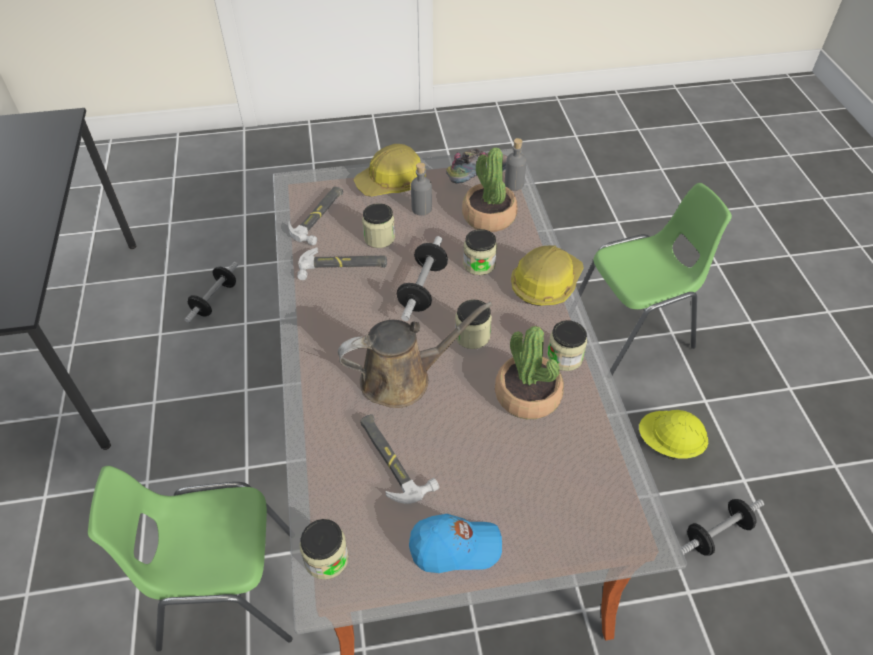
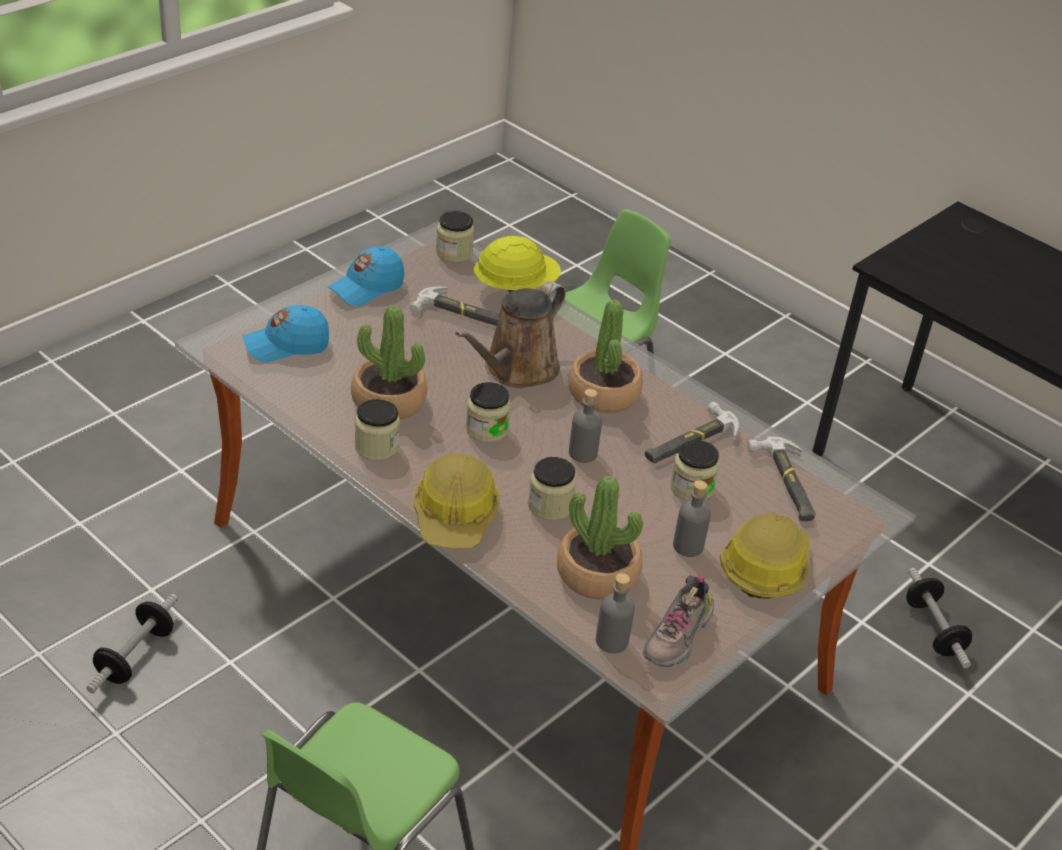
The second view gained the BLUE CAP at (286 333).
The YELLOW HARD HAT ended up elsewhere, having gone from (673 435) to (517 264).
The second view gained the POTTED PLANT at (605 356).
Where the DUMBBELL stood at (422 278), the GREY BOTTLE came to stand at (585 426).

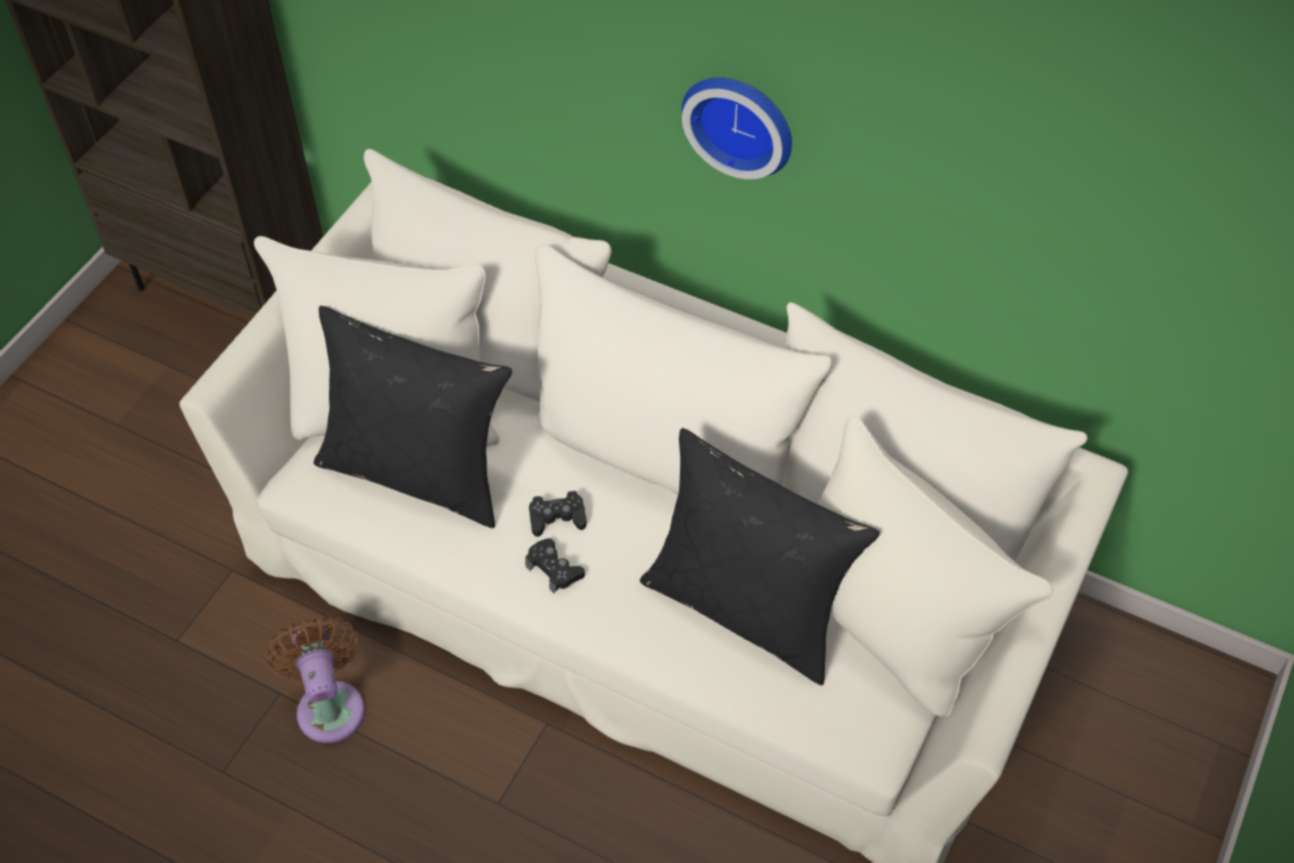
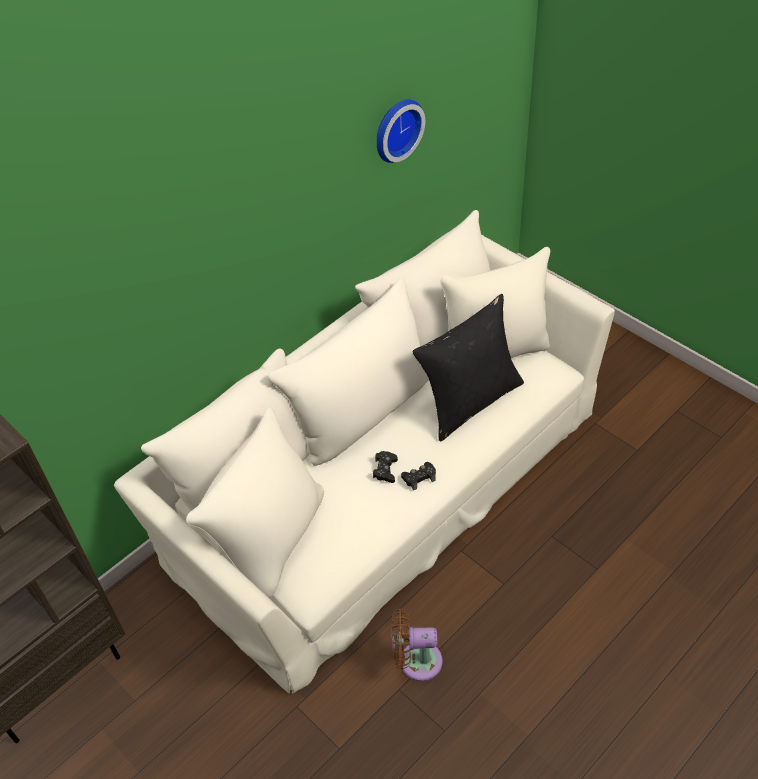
The WALL CLOCK ended up elsewhere, having gone from (737 128) to (401 131).
The second view lost the BLACK PILLOW at (413 417).

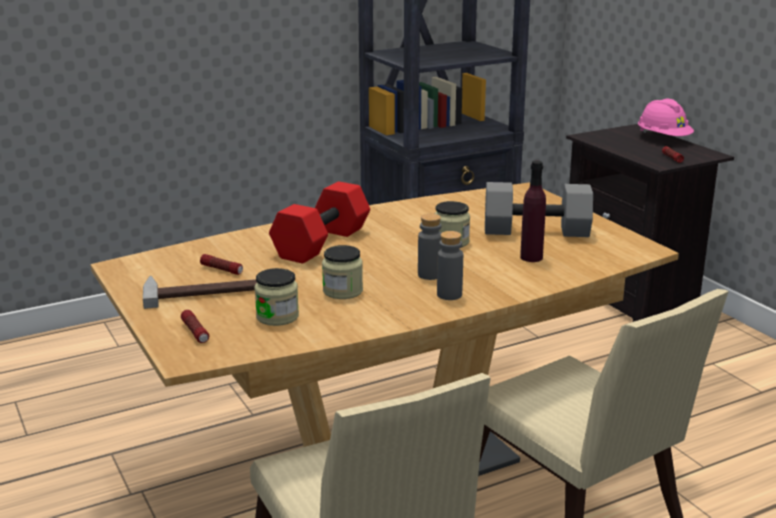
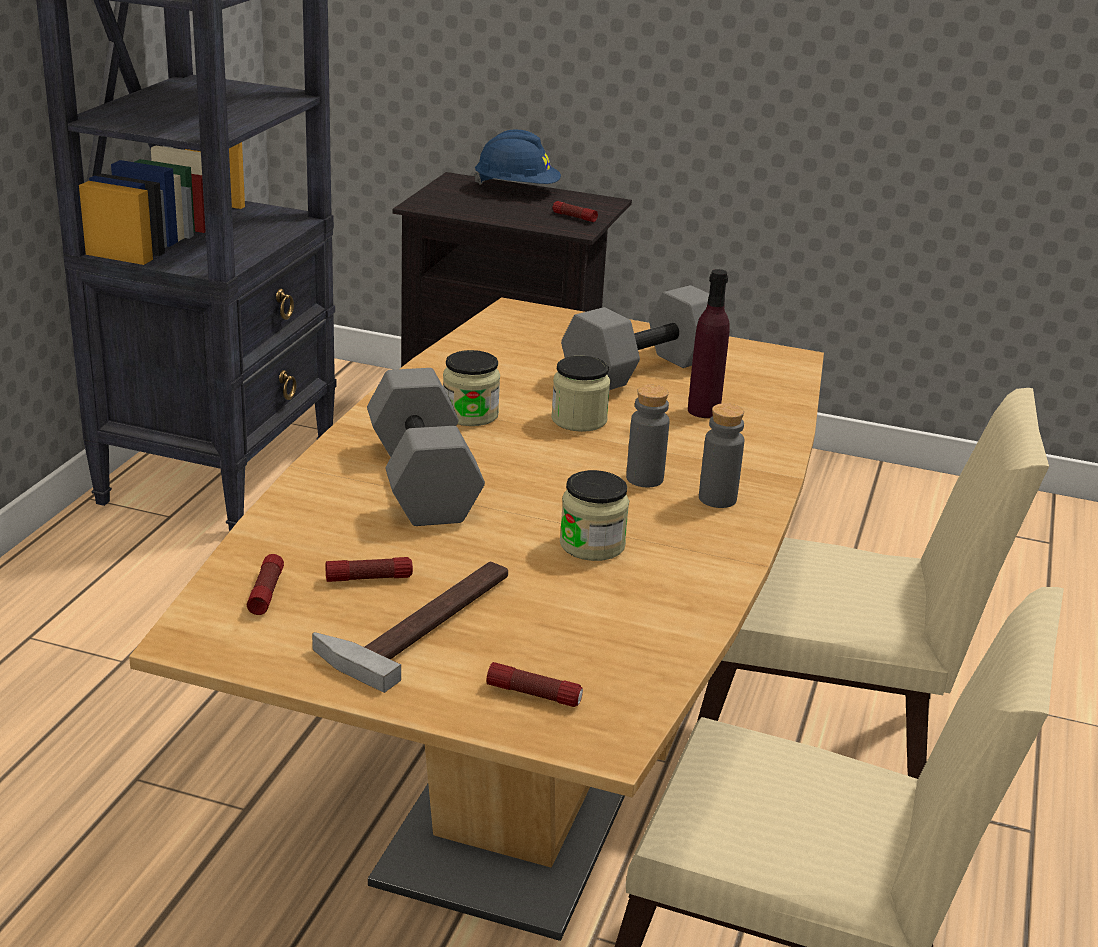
The second view gained the FLASHLIGHT at (265 584).
What was the RED DUMBBELL at (319 222) turned into the GREY DUMBBELL at (426 447).
The JAR ended up elsewhere, having gone from (276 297) to (471 388).
What was the PINK HARD HAT at (666 117) turned into the BLUE HARD HAT at (517 157).

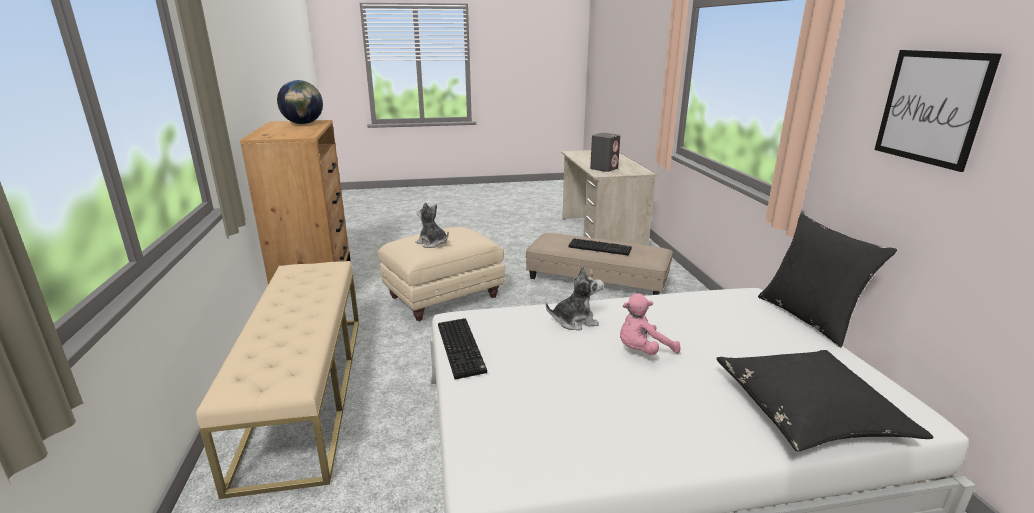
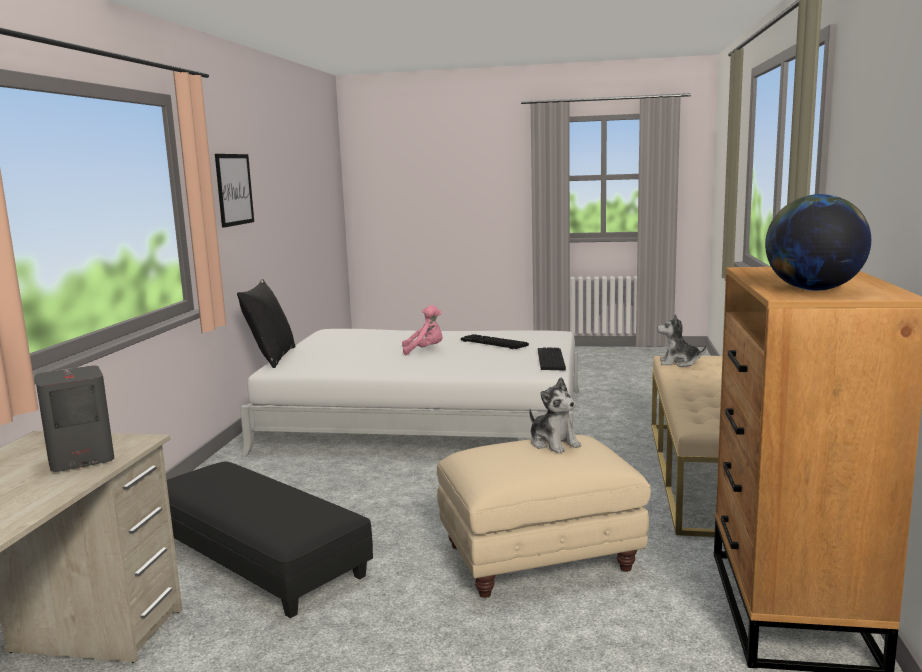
What was the BEIGE OTTOMAN at (599 264) turned into the BLACK OTTOMAN at (270 539).
The KEYBOARD ended up elsewhere, having gone from (600 246) to (495 341).
The PLUSH TOY ended up elsewhere, having gone from (575 298) to (682 340).
The second view lost the BLACK PILLOW at (824 400).

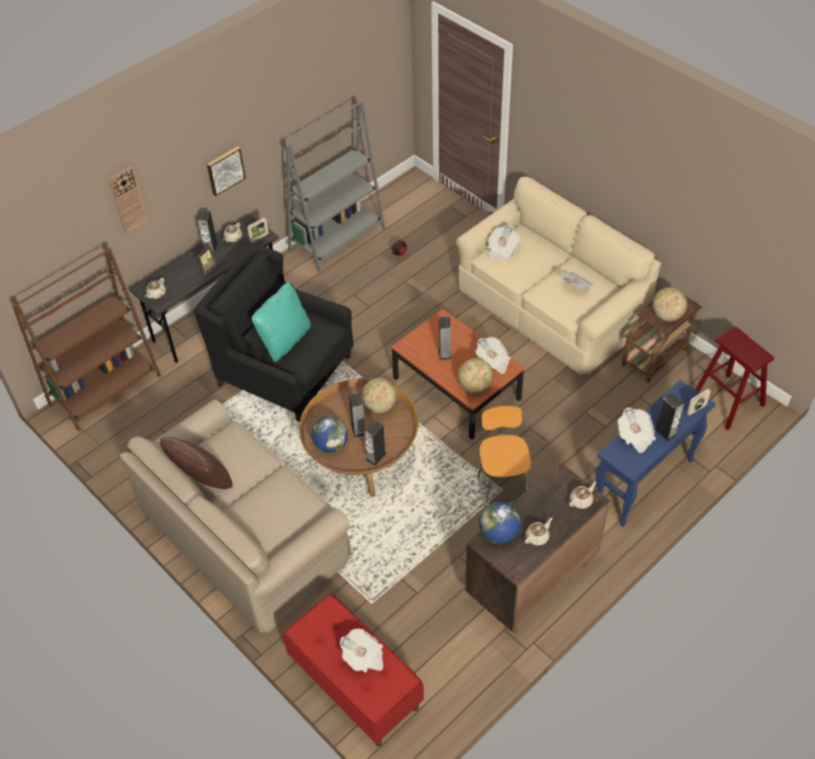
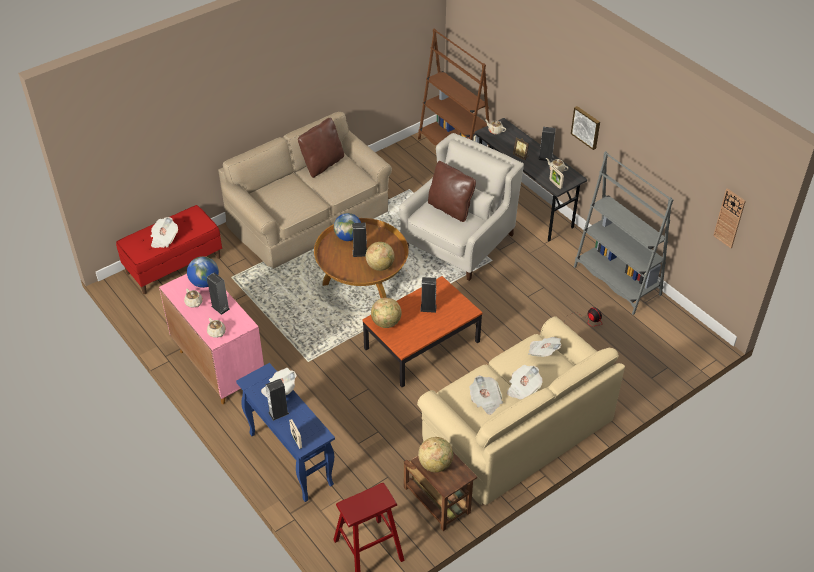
What was the BROWN CABINET at (537 548) turned into the PINK CABINET at (211 339).
The SPEAKER ended up elsewhere, having gone from (375 443) to (218 294).
What was the BLACK ARMCHAIR at (273 333) turned into the WHITE ARMCHAIR at (461 207).
What was the TURQUOISE PILLOW at (281 322) turned into the BROWN PILLOW at (452 191).
The NEWSPAPER ended up elsewhere, having gone from (493 355) to (525 382).
The WALL CLOCK ended up elsewhere, having gone from (128 199) to (729 218).
The second view lost the ORANGE STOOL at (504 457).

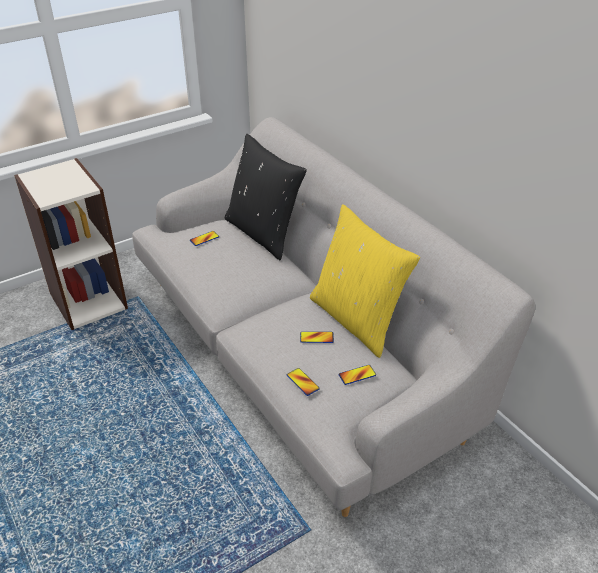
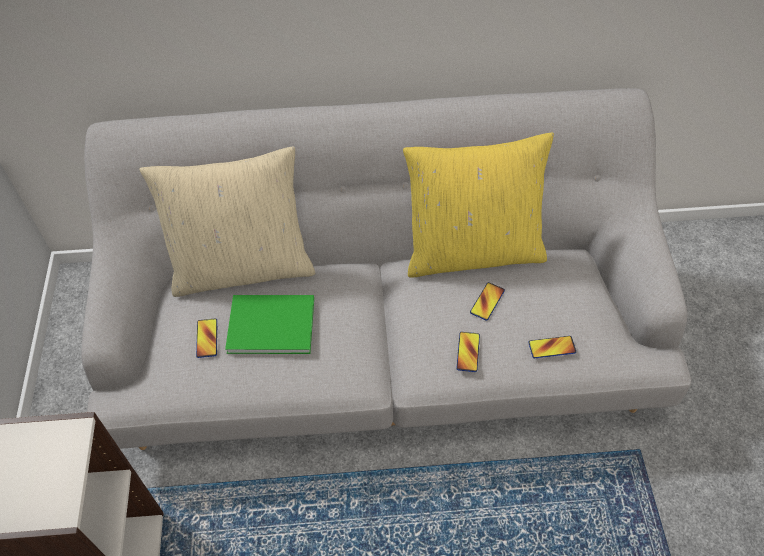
What was the BLACK PILLOW at (266 197) turned into the BEIGE PILLOW at (227 221).
The second view gained the GREEN BOOK at (269 324).
The PHONE ended up elsewhere, having gone from (357 375) to (468 352).

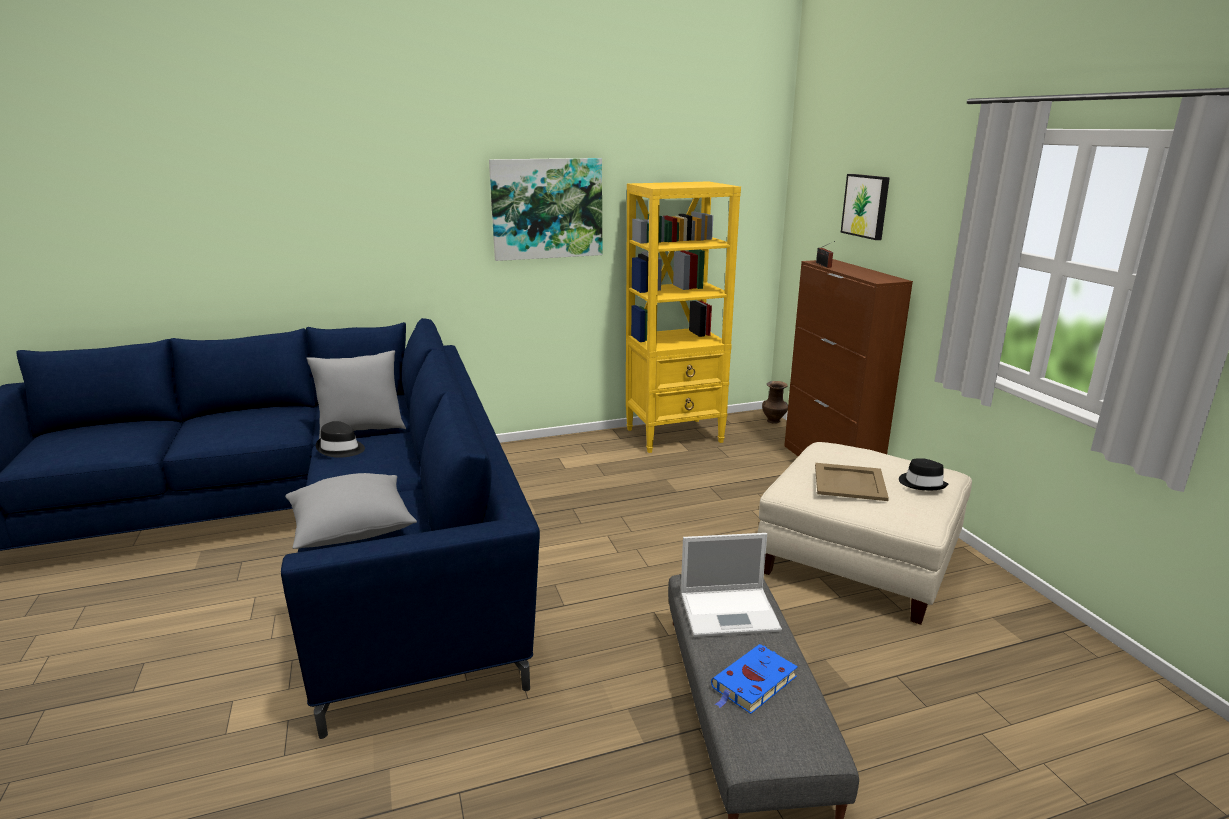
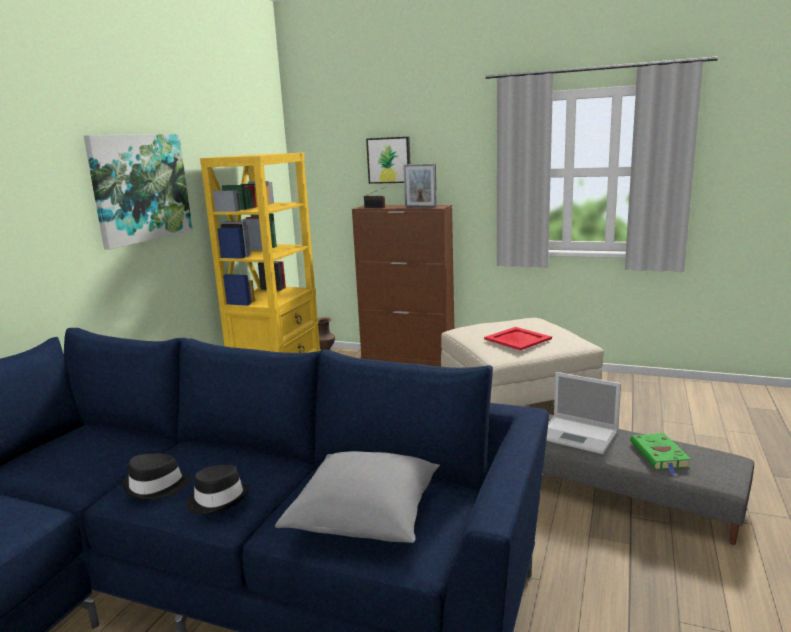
The BLACK HAT ended up elsewhere, having gone from (923 474) to (217 489).
The second view gained the PICTURE FRAME at (420 185).
What was the BEIGE TRAY at (852 482) turned into the RED TRAY at (518 338).
The LAPTOP at (731 585) ended up facing another way, 90 degrees clockwise from before.
What was the BLUE BOOK at (754 679) turned into the GREEN BOOK at (660 454).
The second view lost the GREY PILLOW at (356 394).

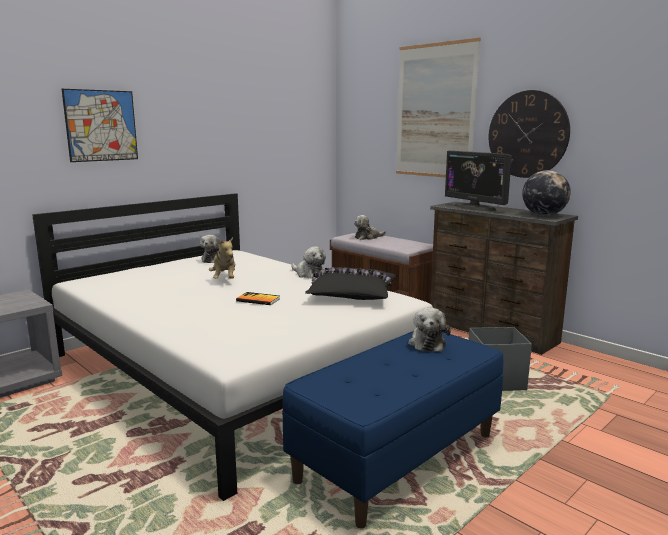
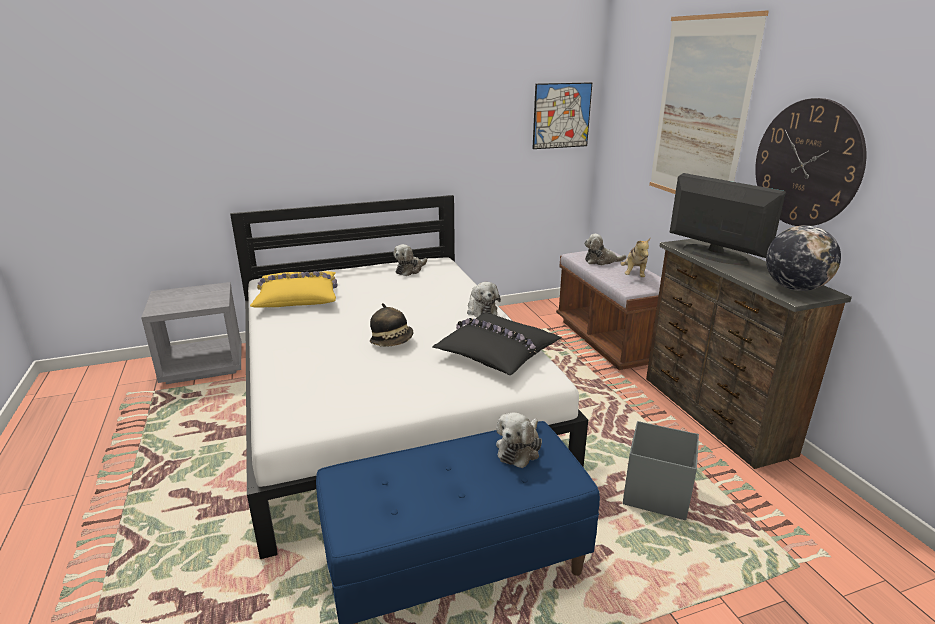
The second view gained the YELLOW PILLOW at (294 289).
Where the BOOK stood at (258 298), the HAT came to stand at (392 325).
The PICTURE ended up elsewhere, having gone from (100 125) to (562 115).
The PLUSH TOY ended up elsewhere, having gone from (222 258) to (635 257).
The MONITOR at (478 181) ended up facing another way, 150 degrees clockwise from before.

